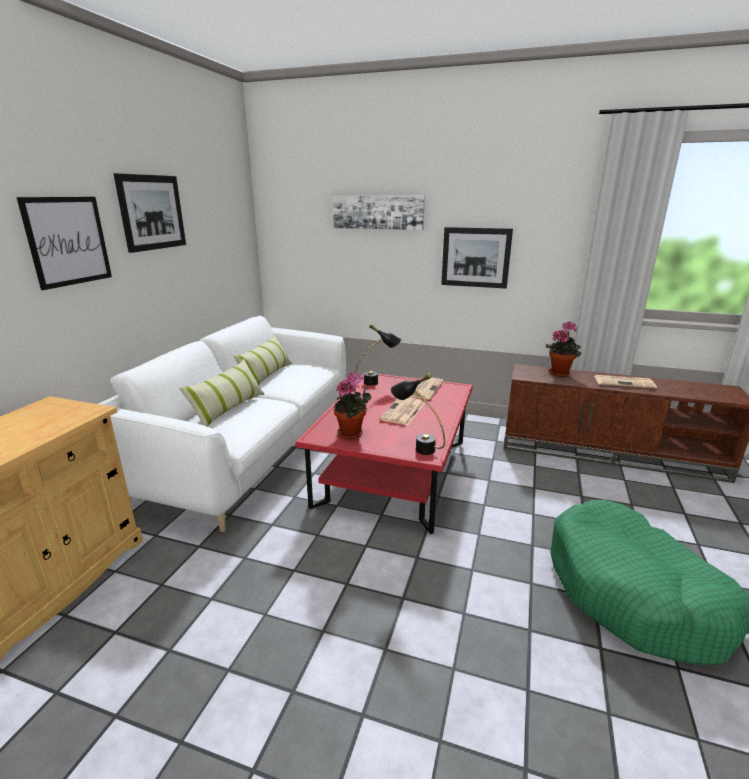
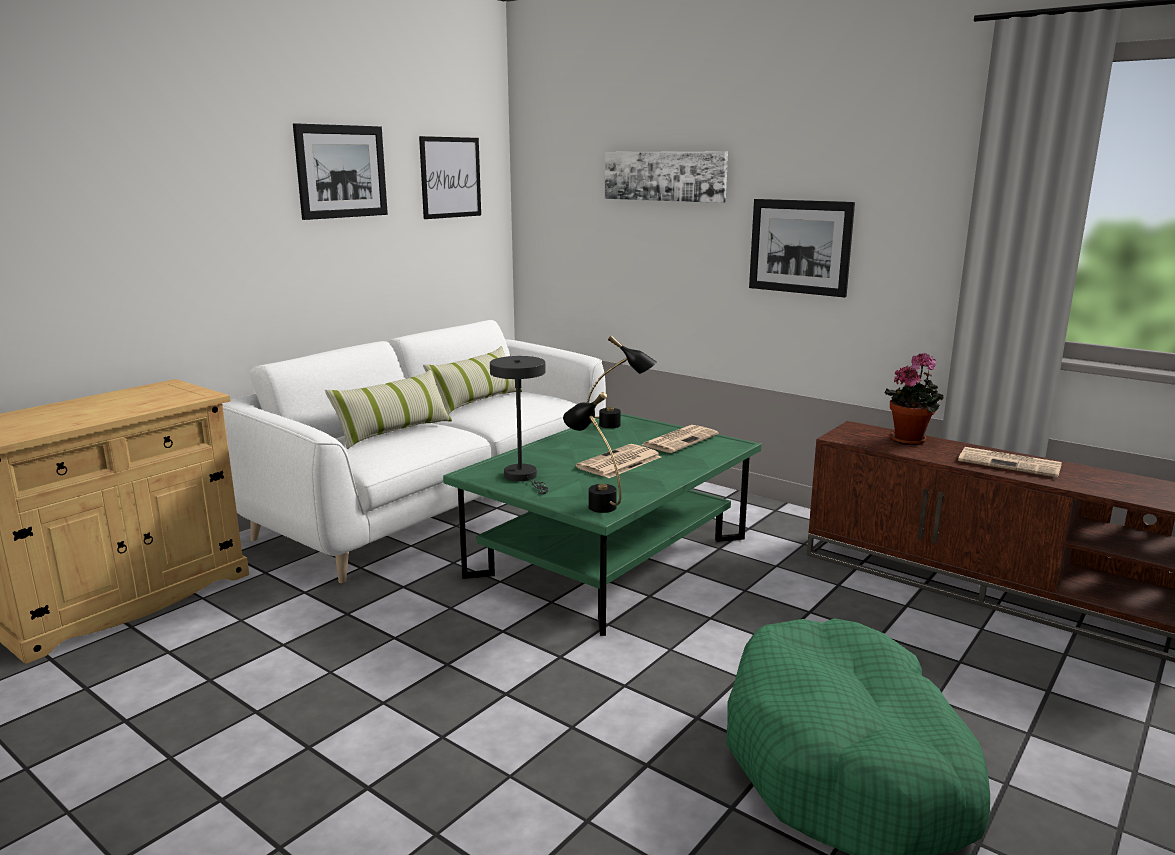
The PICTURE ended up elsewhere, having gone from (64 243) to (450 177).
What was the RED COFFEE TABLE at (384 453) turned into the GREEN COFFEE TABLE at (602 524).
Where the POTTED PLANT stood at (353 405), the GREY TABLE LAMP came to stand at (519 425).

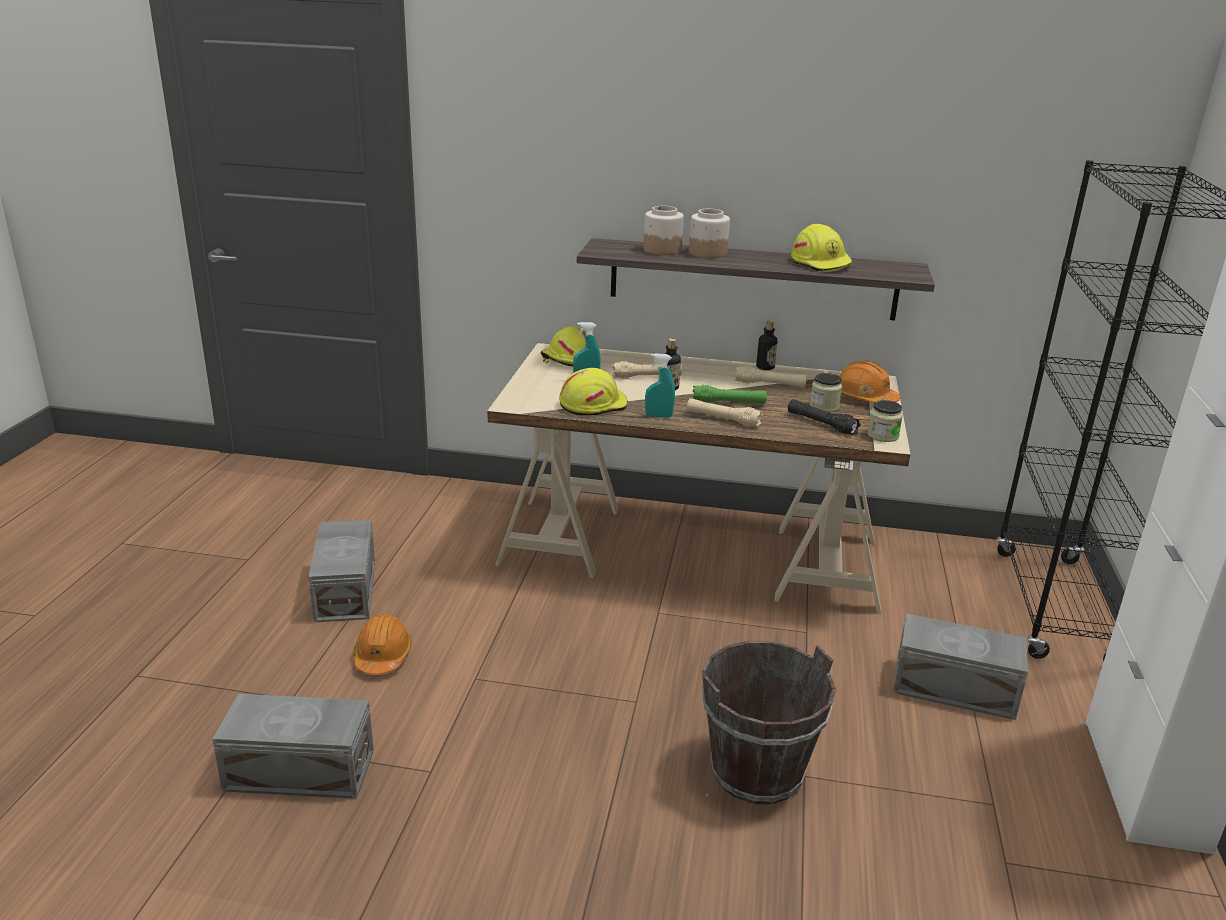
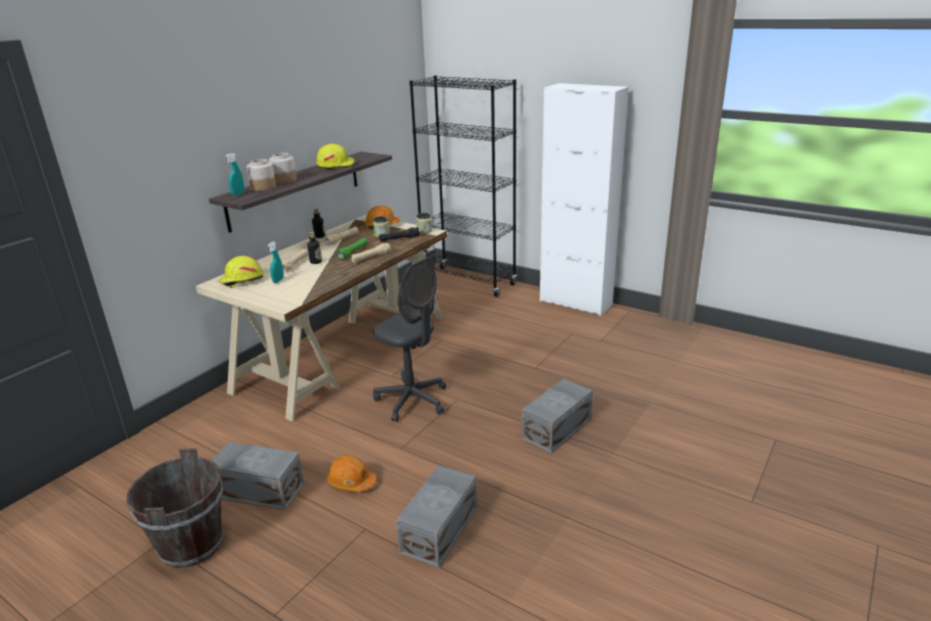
The BROWN BUCKET ended up elsewhere, having gone from (768 722) to (174 508).
The TURQUOISE SPRAY BOTTLE ended up elsewhere, having gone from (660 385) to (235 174).
The second view gained the GREY OFFICE CHAIR at (409 338).
The GREY STORAGE BOX ended up elsewhere, having gone from (960 666) to (557 416).
The second view lost the YELLOW HARD HAT at (593 392).

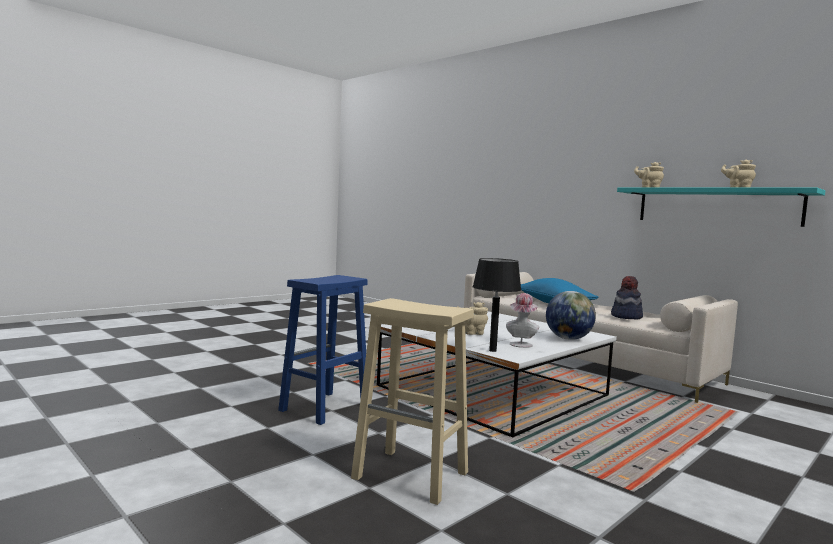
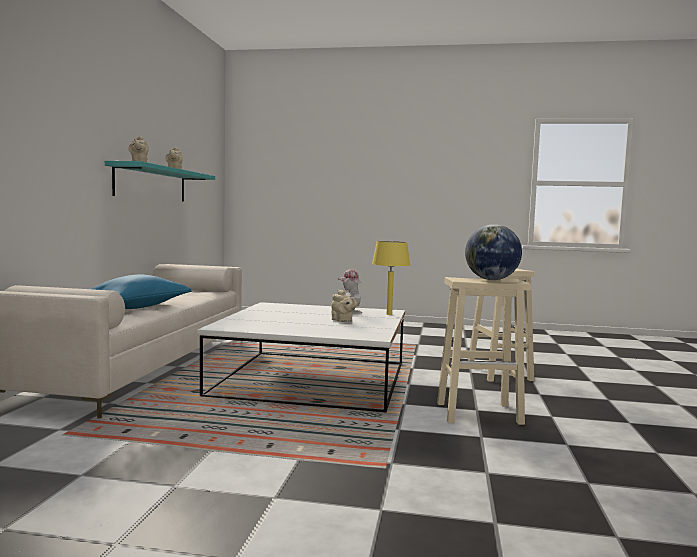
What was the BLACK TABLE LAMP at (497 305) turned into the YELLOW TABLE LAMP at (391 278).
What was the BLUE STOOL at (322 350) turned into the BEIGE STOOL at (483 351).
The GLOBE ended up elsewhere, having gone from (571 315) to (493 252).
The second view lost the HAT at (627 298).

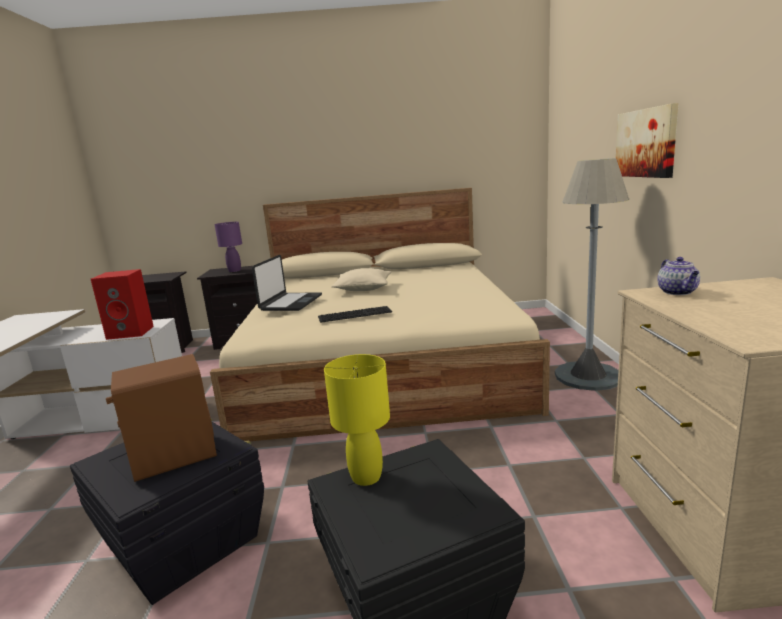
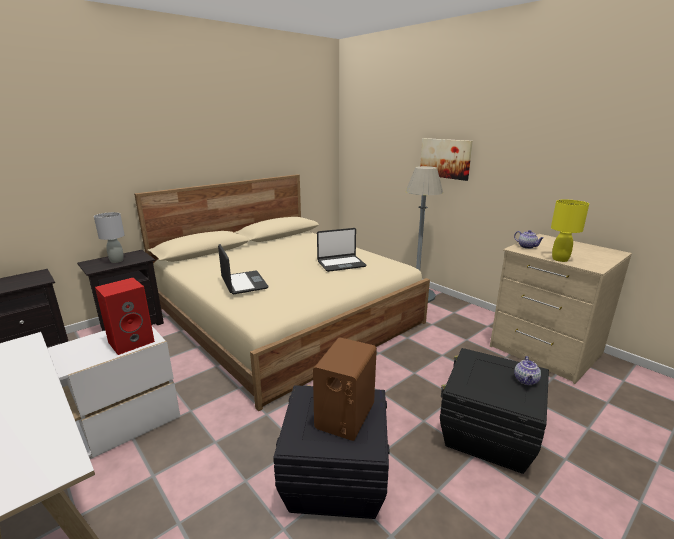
What was the PURPLE TABLE LAMP at (228 247) turned into the GREY TABLE LAMP at (109 237).
The second view gained the LAPTOP at (342 250).
The second view gained the TEAPOT at (527 370).
The YELLOW TABLE LAMP ended up elsewhere, having gone from (357 420) to (570 231).
The second view lost the KEYBOARD at (355 314).
The second view lost the BEIGE PILLOW at (362 279).

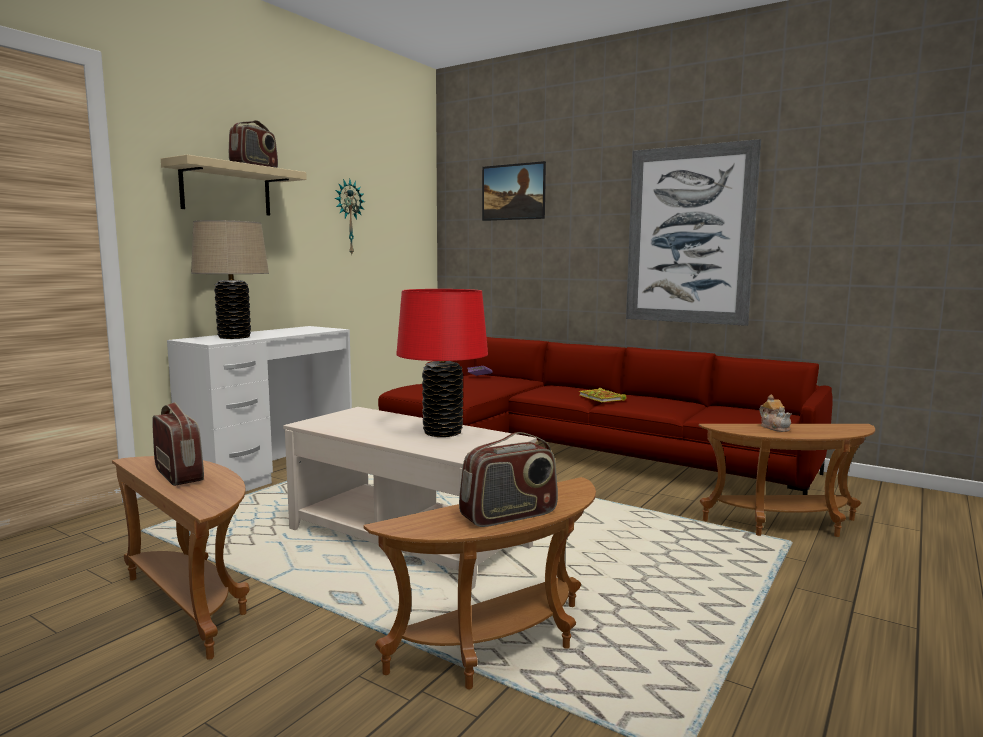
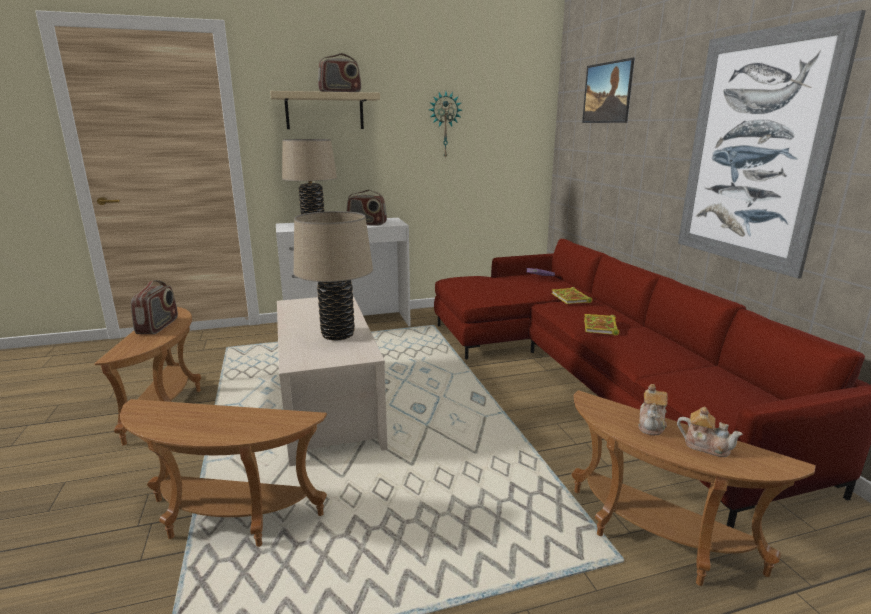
What was the RED TABLE LAMP at (442 363) turned into the BEIGE TABLE LAMP at (333 276).
The RADIO ended up elsewhere, having gone from (508 479) to (367 208).
The second view gained the BOOK at (571 295).
The second view gained the TEAPOT at (710 432).

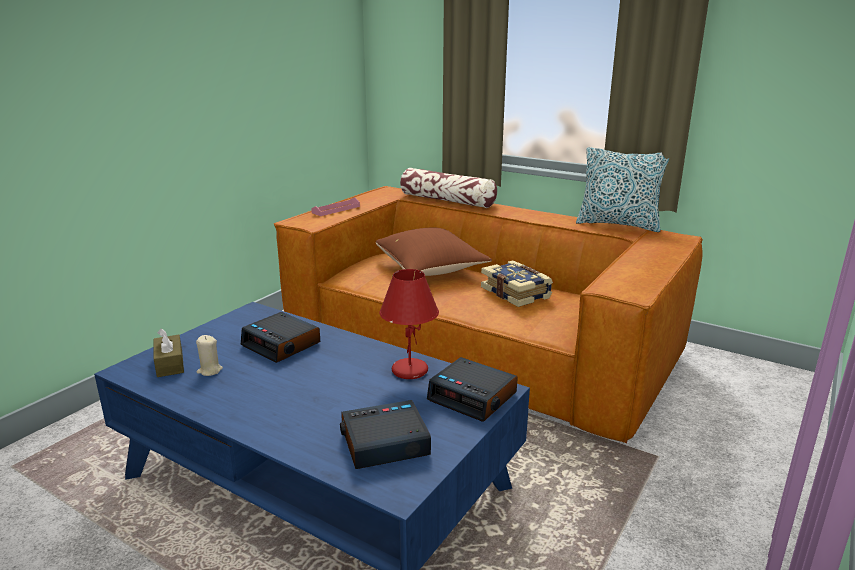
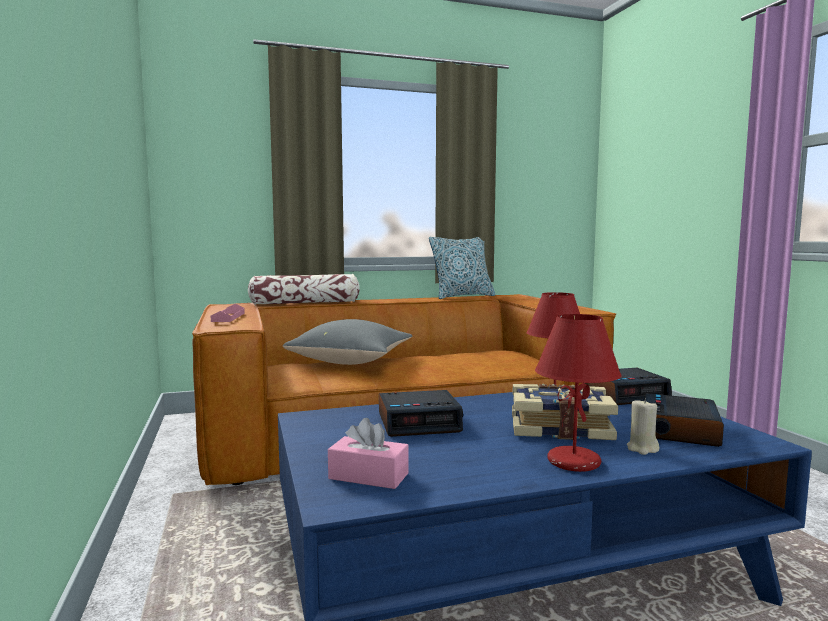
What was the BROWN PILLOW at (434 251) turned into the GREY PILLOW at (347 342).
What was the BROWN TISSUE BOX at (169 352) turned into the PINK TISSUE BOX at (368 453).
The BOOK ended up elsewhere, having gone from (517 283) to (565 412).
The second view gained the RED TABLE LAMP at (578 393).
The BEIGE CANDLE ended up elsewhere, having gone from (209 355) to (643 427).

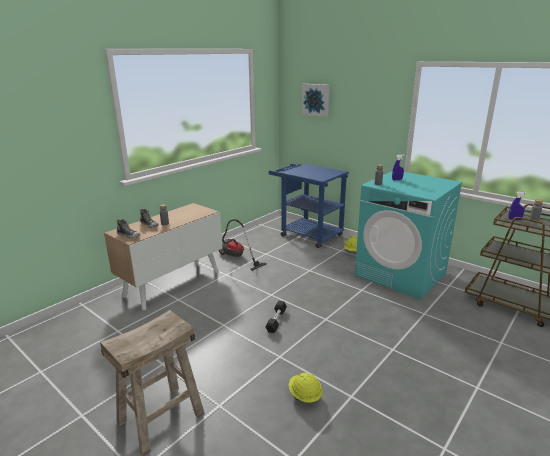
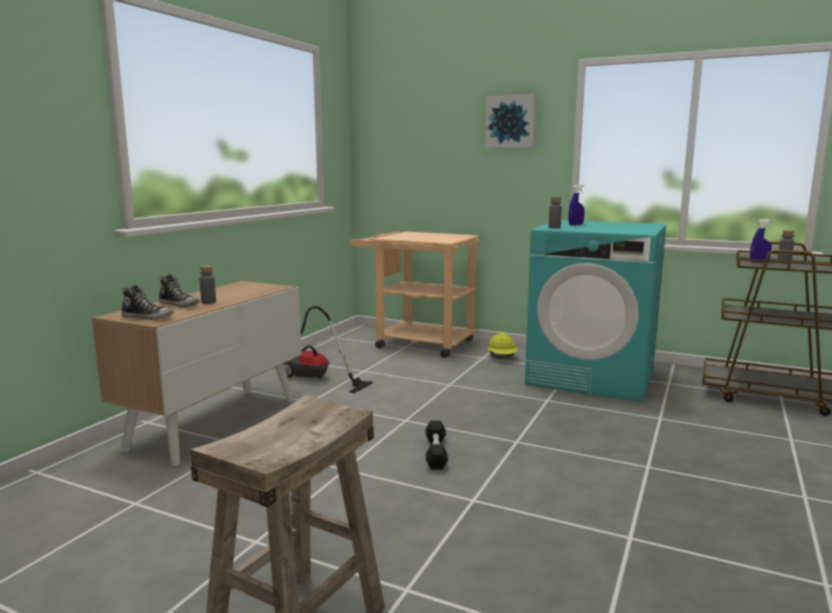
What was the BLUE CART at (308 206) turned into the BEIGE CART at (414 295).
The PICTURE ended up elsewhere, having gone from (316 100) to (510 121).
The second view lost the YELLOW HARD HAT at (305 388).

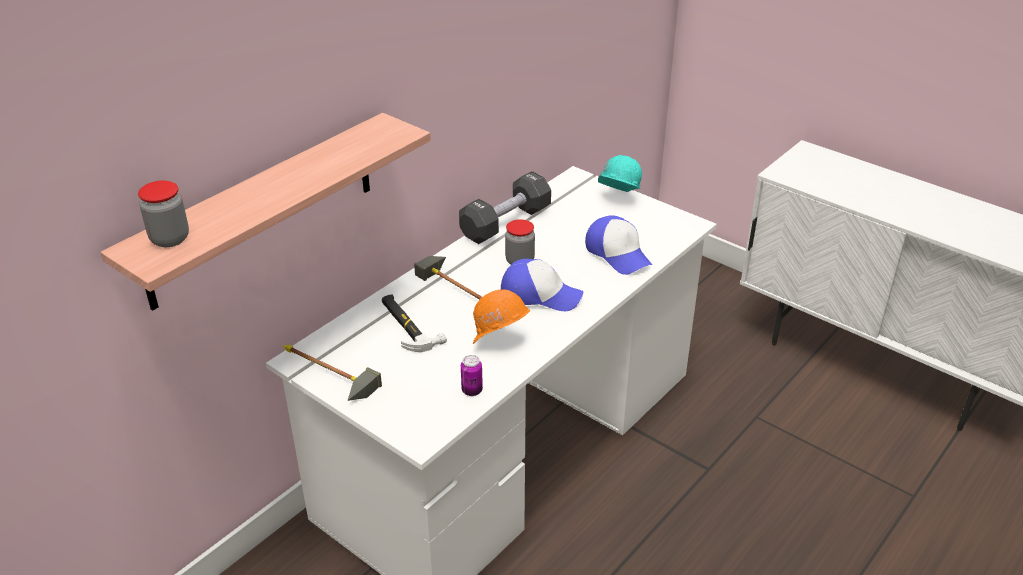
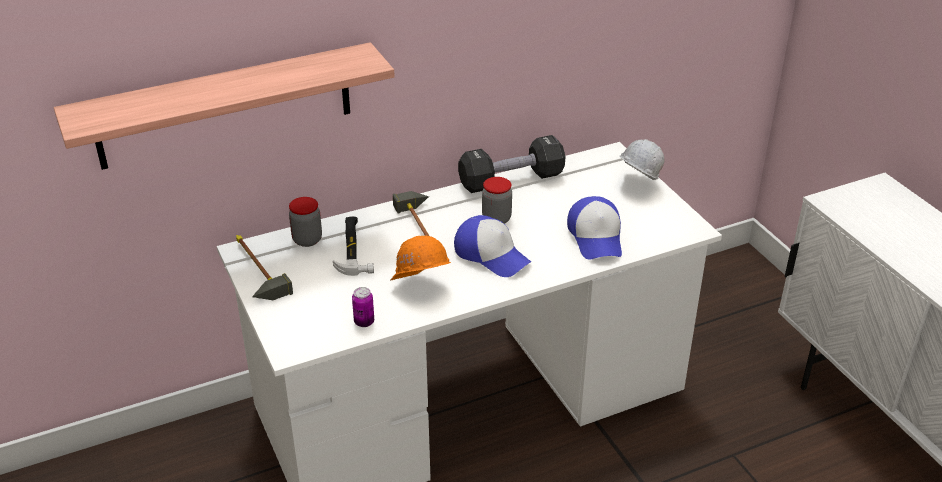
The JAR ended up elsewhere, having gone from (163 213) to (305 222).
What was the TURQUOISE HARD HAT at (620 173) turned into the WHITE HARD HAT at (641 159).

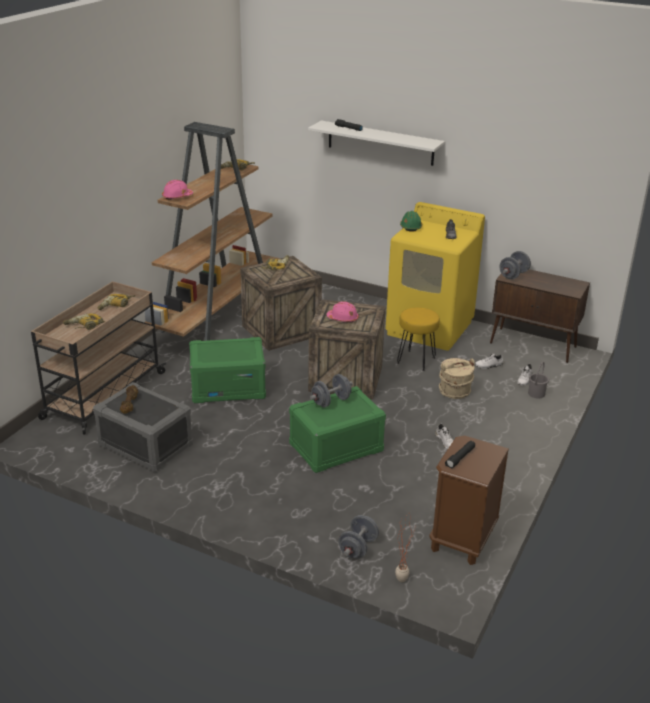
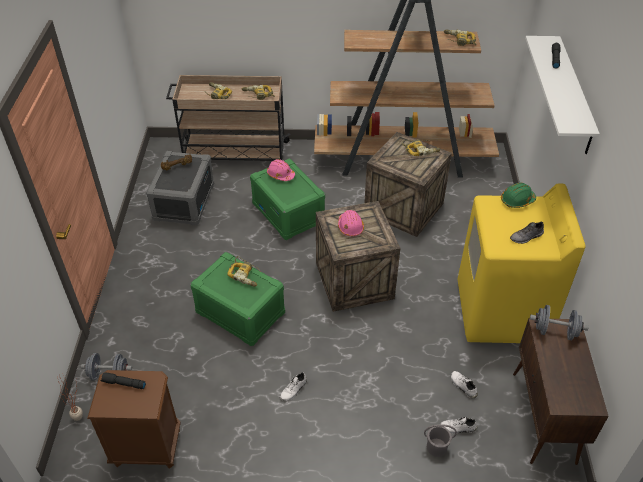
Where the GREY DUMBBELL stood at (331 390), the POWER DRILL came to stand at (244 271).
The PINK HARD HAT ended up elsewhere, having gone from (177 190) to (281 170).
The second view lost the YELLOW STOOL at (418 339).
The second view lost the BEIGE BUCKET at (457 378).

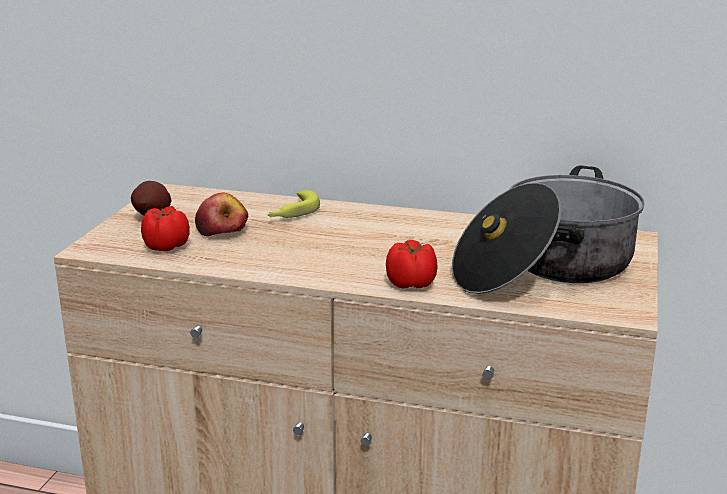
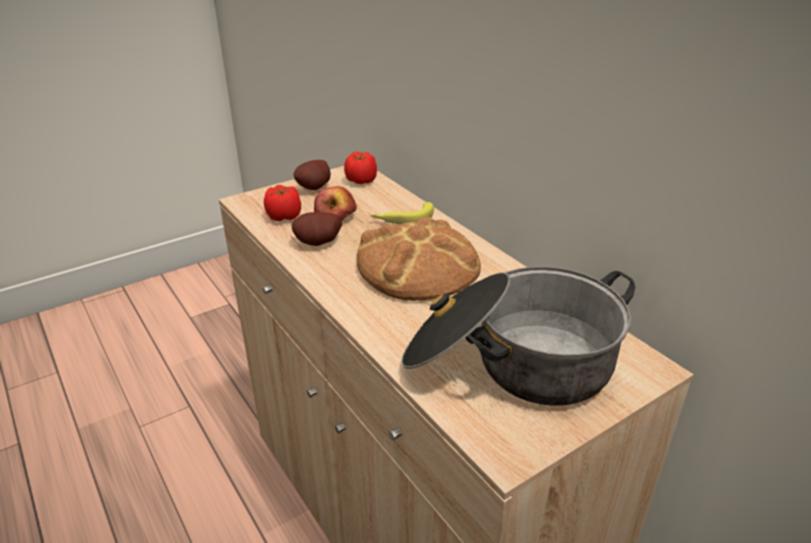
The second view gained the POTATO at (317 229).
The TOMATO ended up elsewhere, having gone from (412 264) to (360 168).
The second view gained the BREAD at (419 259).

